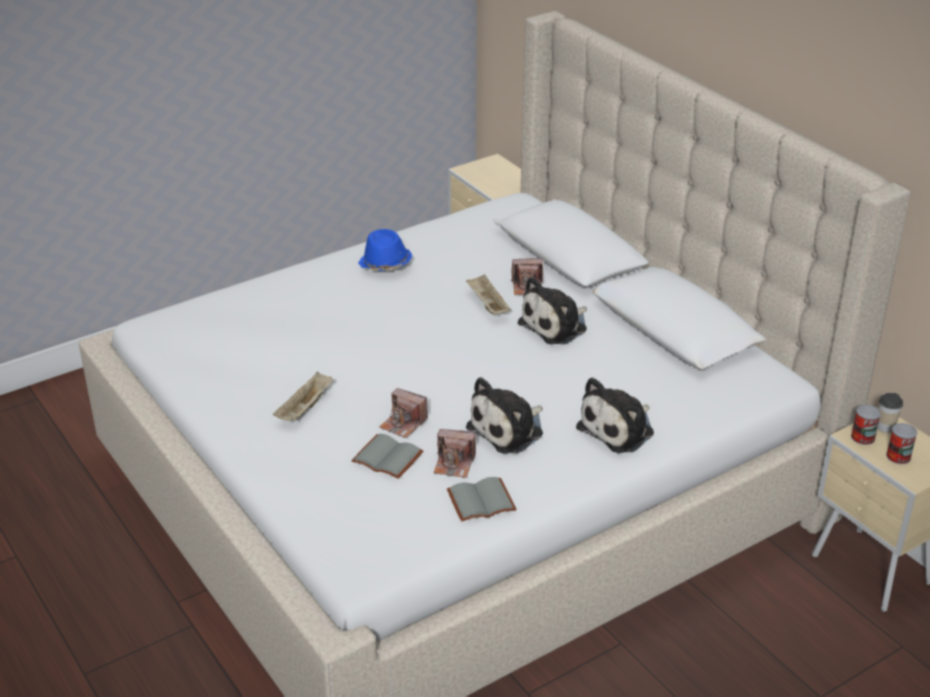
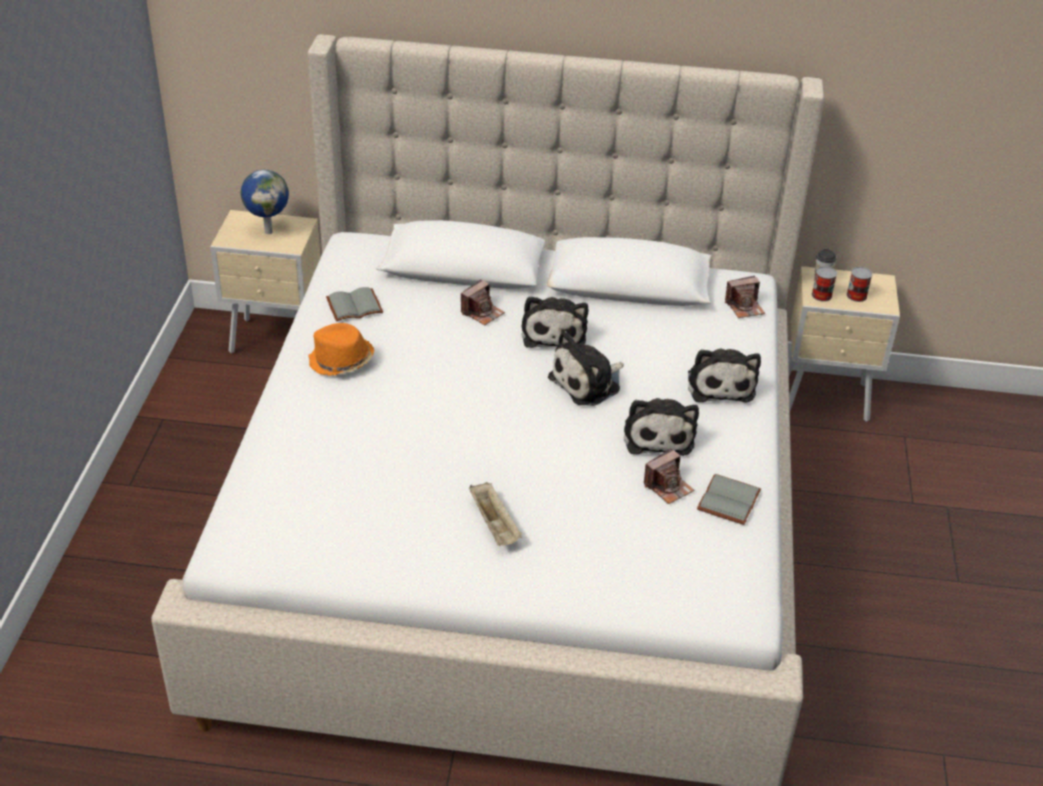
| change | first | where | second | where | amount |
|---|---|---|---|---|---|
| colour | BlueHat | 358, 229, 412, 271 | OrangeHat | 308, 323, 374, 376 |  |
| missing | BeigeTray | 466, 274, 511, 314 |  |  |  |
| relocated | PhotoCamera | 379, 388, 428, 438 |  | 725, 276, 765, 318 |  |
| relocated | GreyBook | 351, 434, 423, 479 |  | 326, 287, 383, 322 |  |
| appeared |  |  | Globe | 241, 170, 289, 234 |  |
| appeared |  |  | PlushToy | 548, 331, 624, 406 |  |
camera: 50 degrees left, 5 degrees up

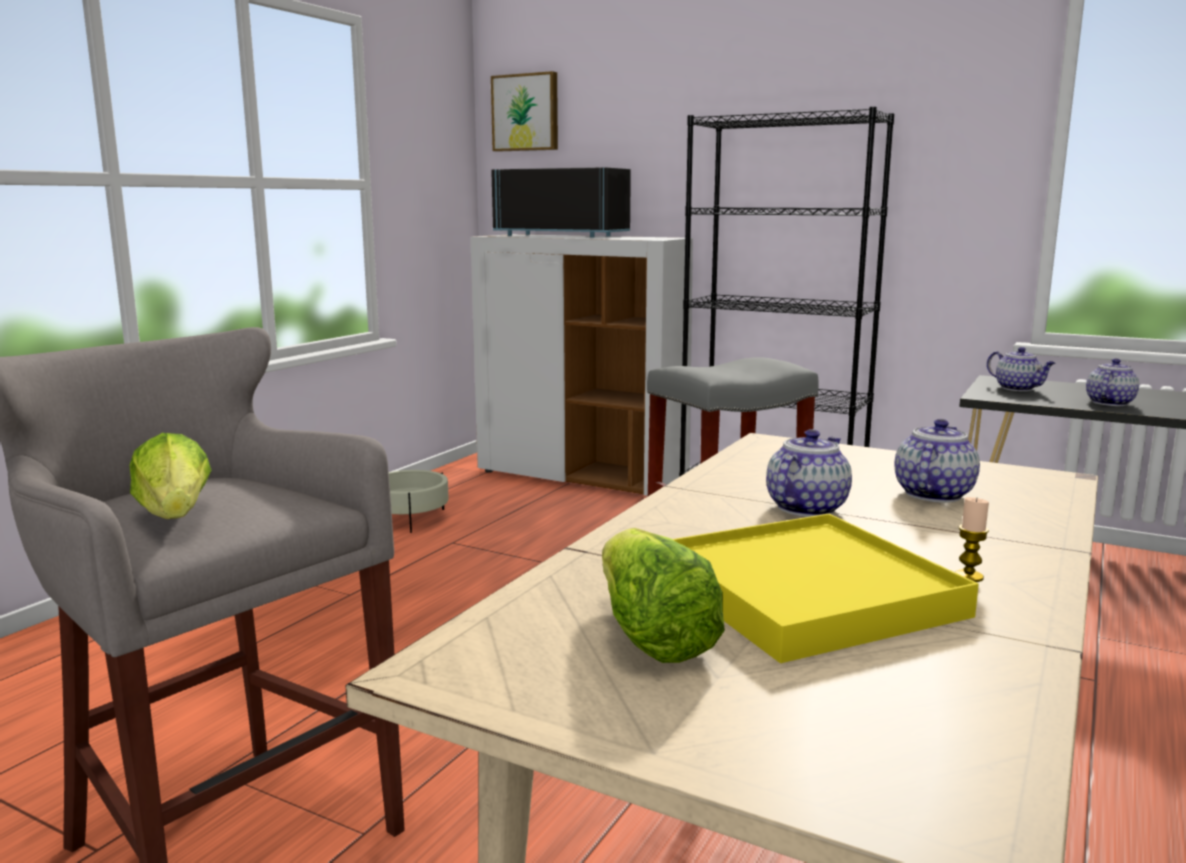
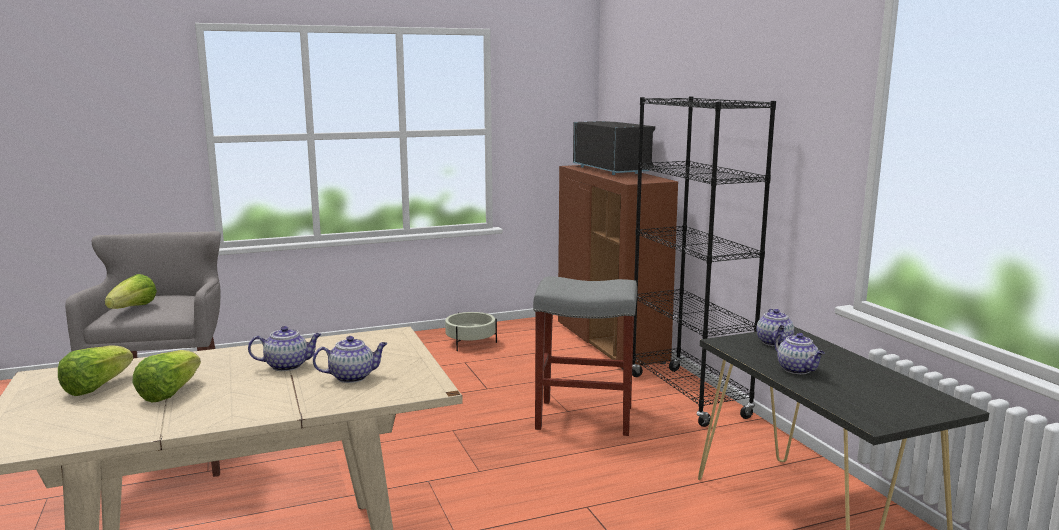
| change | first | where | second | where | amount |
|---|---|---|---|---|---|
| missing | Picture | 491, 71, 558, 152 |  |  |  |
| colour | WhiteCabinet | 470, 234, 693, 496 | BrownCabinet | 558, 165, 678, 369 |  |
| spun | Teapot | 1086, 358, 1139, 406 |  | 775, 333, 825, 374 | 75 degrees clockwise |
| missing | Candle | 955, 497, 989, 582 |  |  |  |
| exchanged | YellowTray | 673, 514, 979, 663 | Lettuce | 133, 350, 201, 402 |  |
camera: 40 degrees right, 0 degrees up

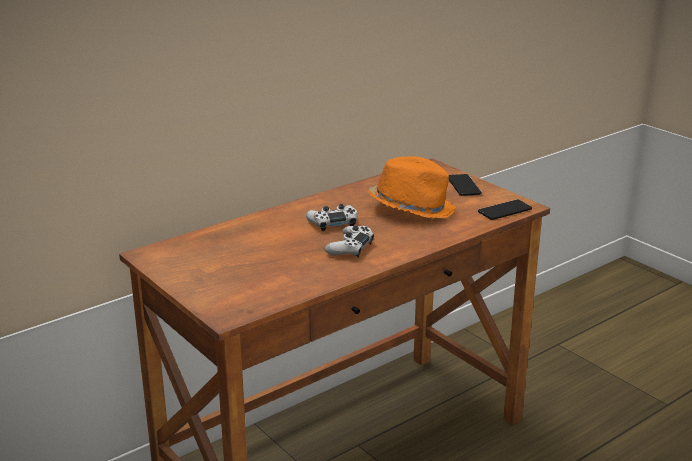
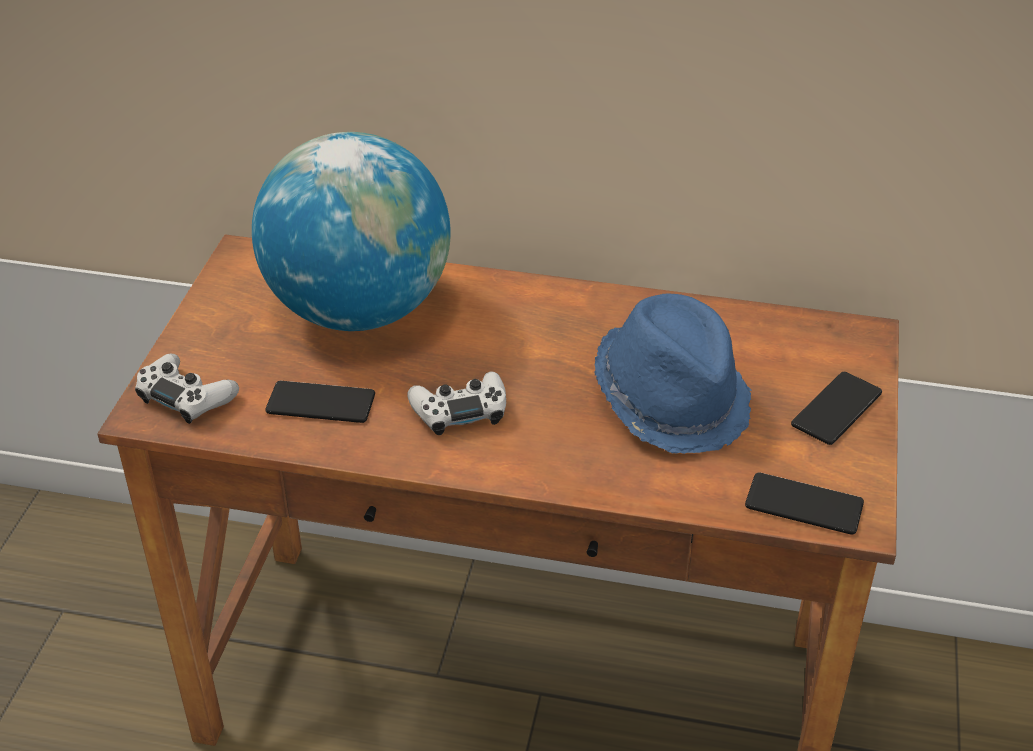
| change | first | where | second | where | amount |
|---|---|---|---|---|---|
| colour | OrangeHat | 368, 156, 456, 219 | BlueHat | 595, 293, 752, 454 |  |
| relocated | WhiteGameController | 306, 204, 357, 231 |  | 135, 354, 239, 424 |  |
| appeared |  |  | Globe | 252, 132, 451, 331 |  |
| appeared |  |  | Phone | 265, 381, 375, 423 |  |
camera: 50 degrees right, 15 degrees up

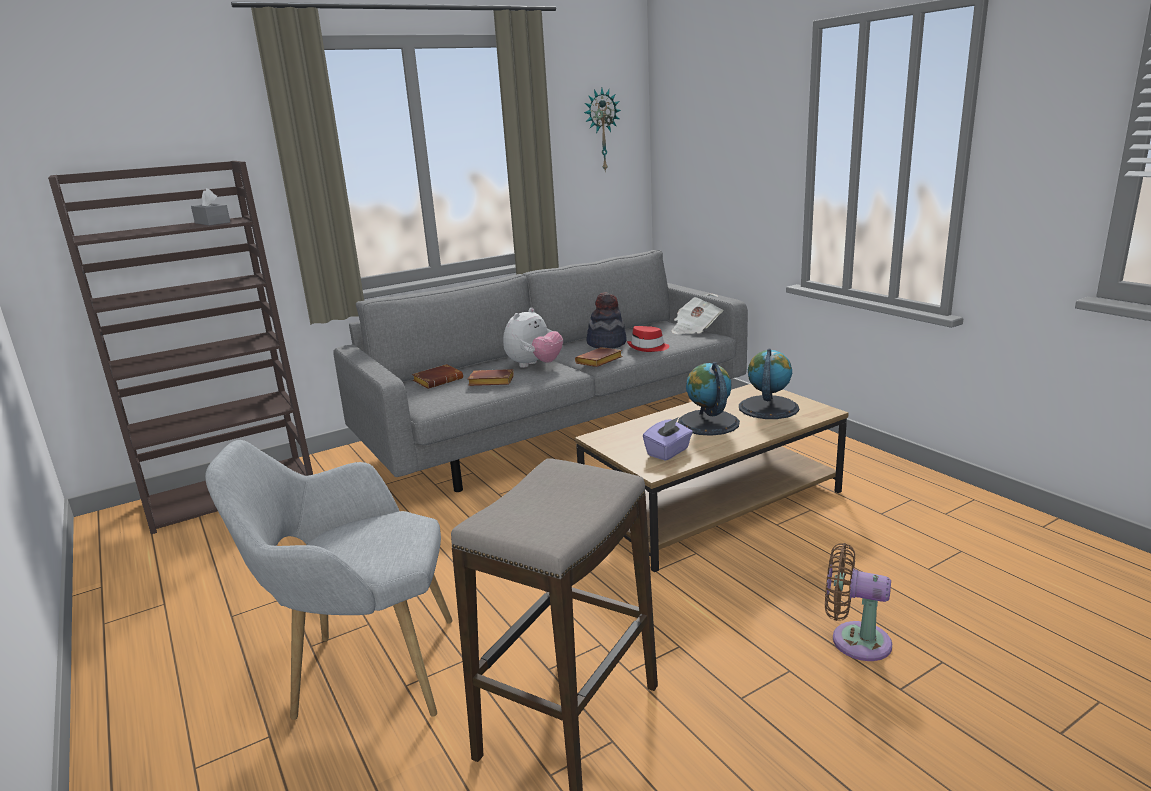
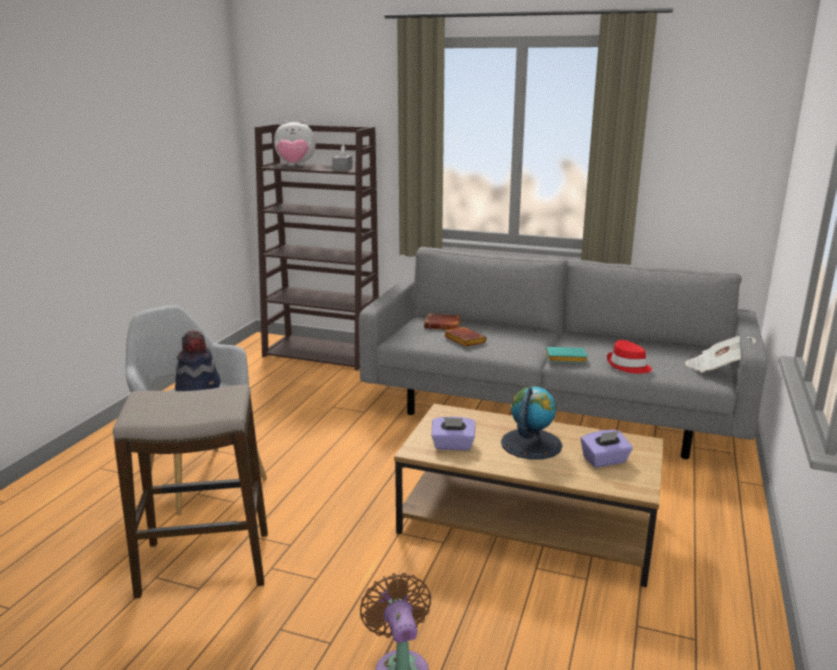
| change | first | where | second | where | amount |
|---|---|---|---|---|---|
| missing | WallClock | 584, 88, 621, 172 |  |  |  |
| relocated | Hat | 586, 292, 627, 349 |  | 175, 330, 220, 391 |  |
| relocated | PlushToy | 503, 308, 563, 368 |  | 274, 120, 316, 166 |  |
| colour | BrownBook | 575, 347, 623, 367 | TurquoiseBook | 546, 347, 588, 363 |  |
| exchanged | Globe | 739, 349, 799, 419 | PurpleTissueBox | 581, 430, 633, 468 |  |
camera: 50 degrees right, 0 degrees up

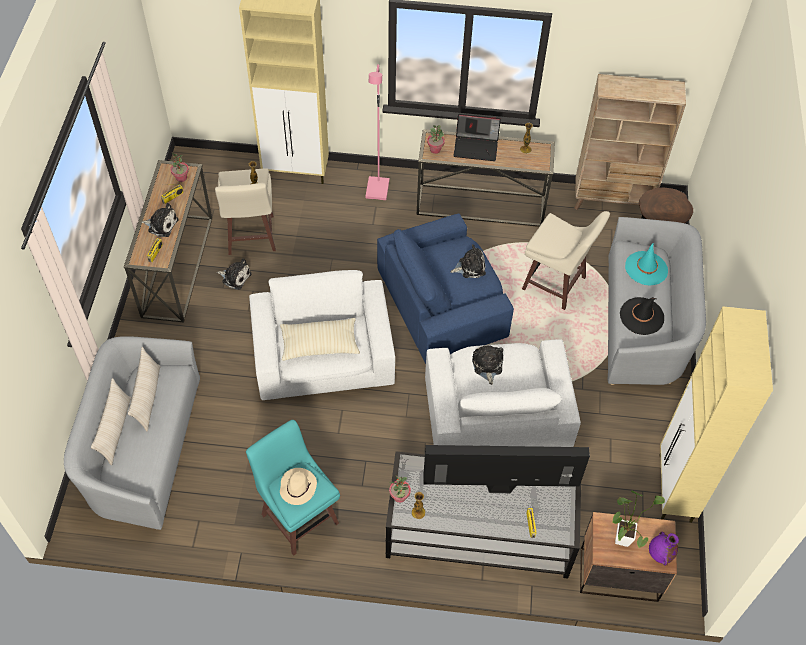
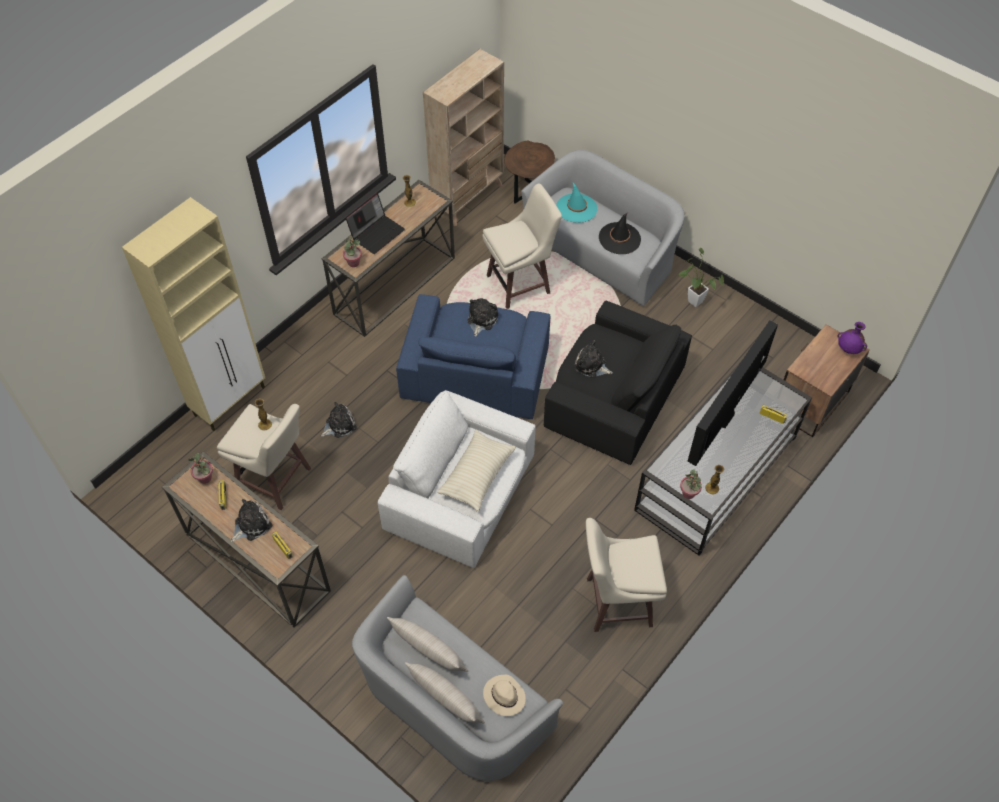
| change | first | where | second | where | amount |
|---|---|---|---|---|---|
| missing | PinkFloorLamp | 365, 64, 390, 200 |  |  |  |
| relocated | PlushToy | 217, 258, 252, 290 |  | 321, 402, 357, 438 |  |
| missing | BeigeCabinet | 660, 306, 773, 523 |  |  |  |
| colour | WhiteArmchair | 425, 339, 581, 447 | BlackArmchair | 544, 300, 692, 465 |  |
| colour | TurquoiseStool | 246, 420, 340, 556 | BeigeStool | 586, 518, 667, 632 |  |
| relocated | BeigeHat | 280, 468, 317, 505 |  | 483, 675, 526, 716 |  |
| relocated | PottedPlant | 612, 491, 665, 548 |  | 678, 248, 724, 307 |  |
camera: 55 degrees left, 0 degrees up

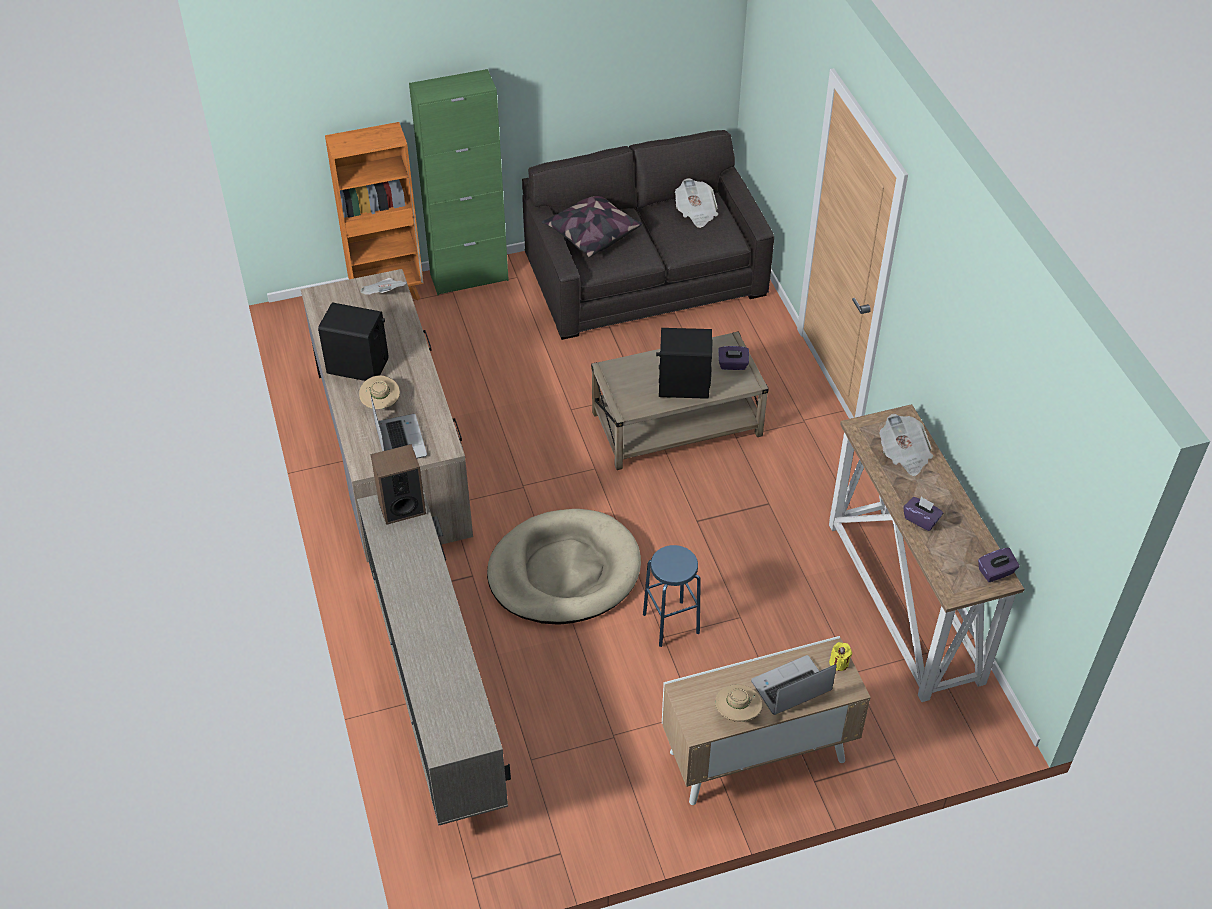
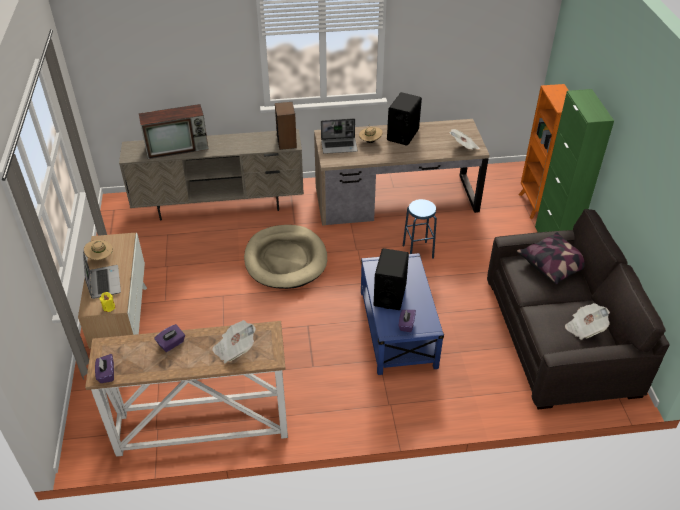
| change | first | where | second | where | amount |
|---|---|---|---|---|---|
| colour | BeigeCoffeeTable | 591, 332, 769, 470 | BlueCoffeeTable | 361, 253, 444, 375 |  |
| relocated | BlueStool | 643, 545, 701, 647 |  | 403, 199, 437, 259 |  |
| appeared |  |  | Television | 139, 104, 209, 159 |  |
camera: 100 degrees right, 5 degrees down

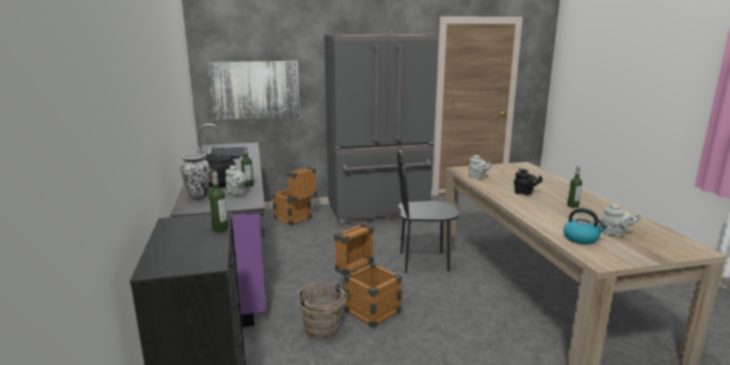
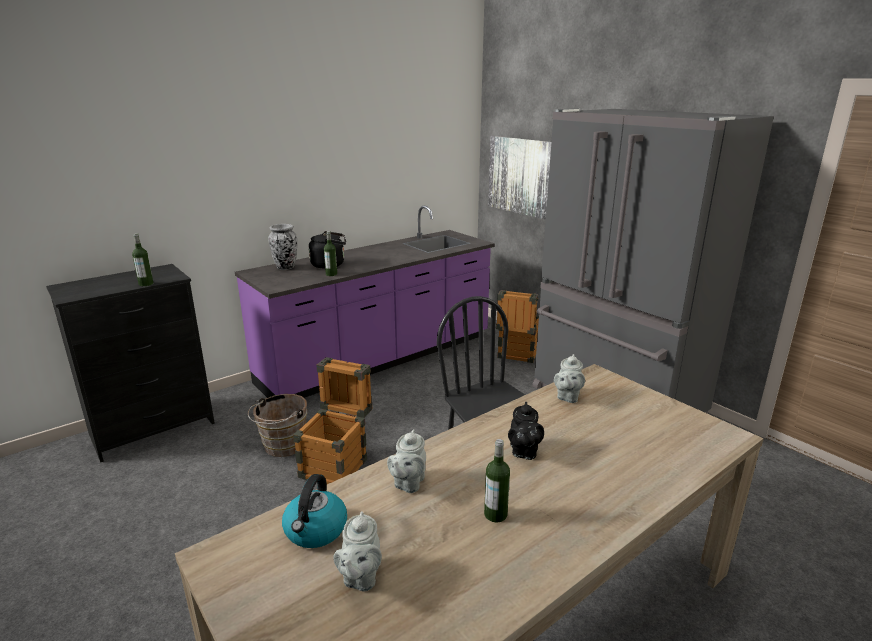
| change | first | where | second | where | amount |
|---|---|---|---|---|---|
| relocated | GreyTeapot | 225, 165, 247, 195 |  | 387, 430, 426, 493 |  |
camera: 65 degrees right, 5 degrees up

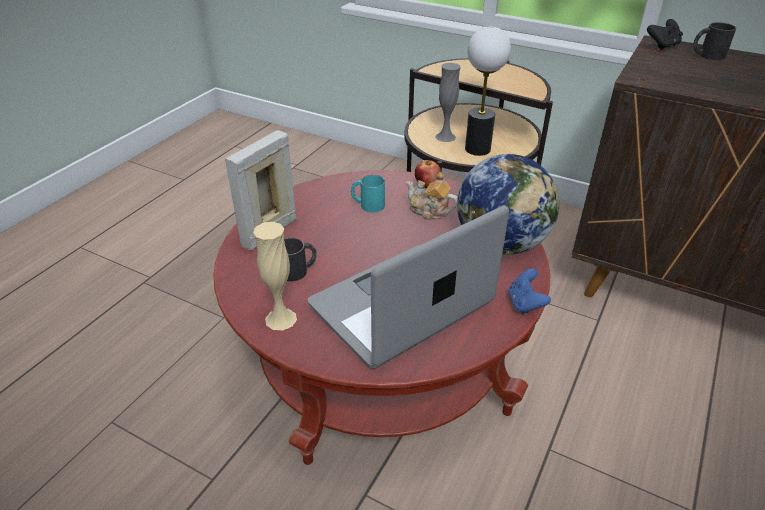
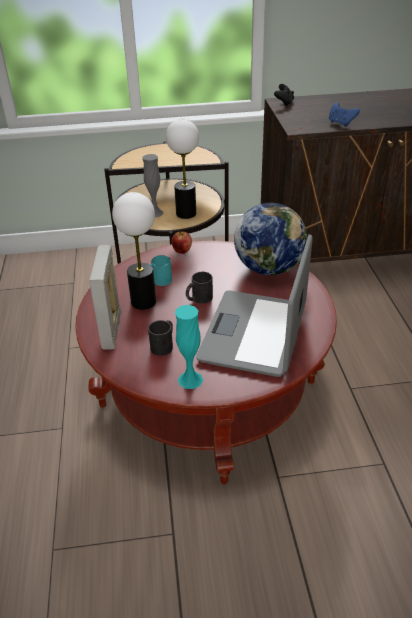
| change | first | where | second | where | amount |
|---|---|---|---|---|---|
| relocated | BlackMug | 693, 22, 736, 60 |  | 186, 272, 213, 304 |  |
| missing | Teapot | 406, 172, 457, 220 |  |  |  |
| colour | BeigeVase | 253, 222, 297, 330 | TurquoiseVase | 175, 305, 203, 389 |  |
| relocated | BlueGameController | 508, 268, 551, 314 |  | 329, 102, 360, 127 |  |
| appeared |  |  | TableLamp | 112, 192, 156, 310 |  |
camera: 35 degrees left, 0 degrees up

